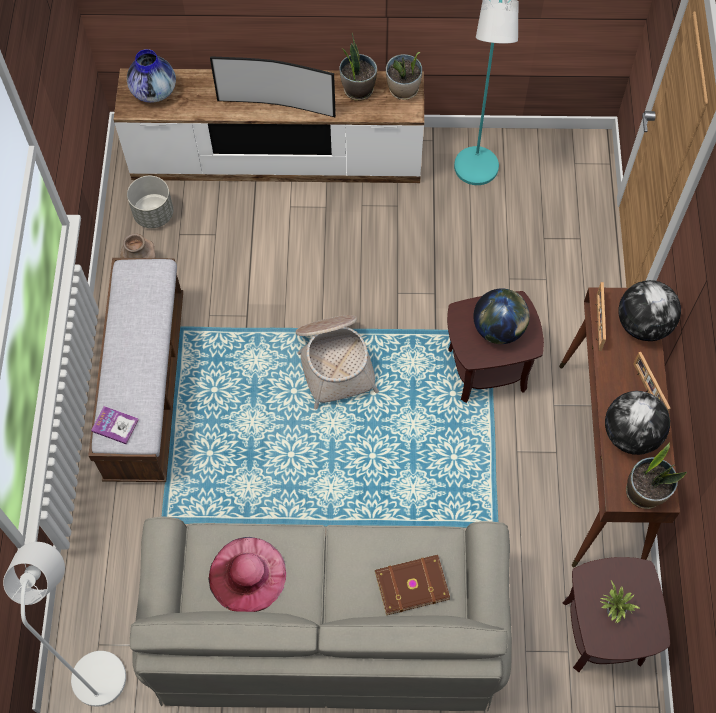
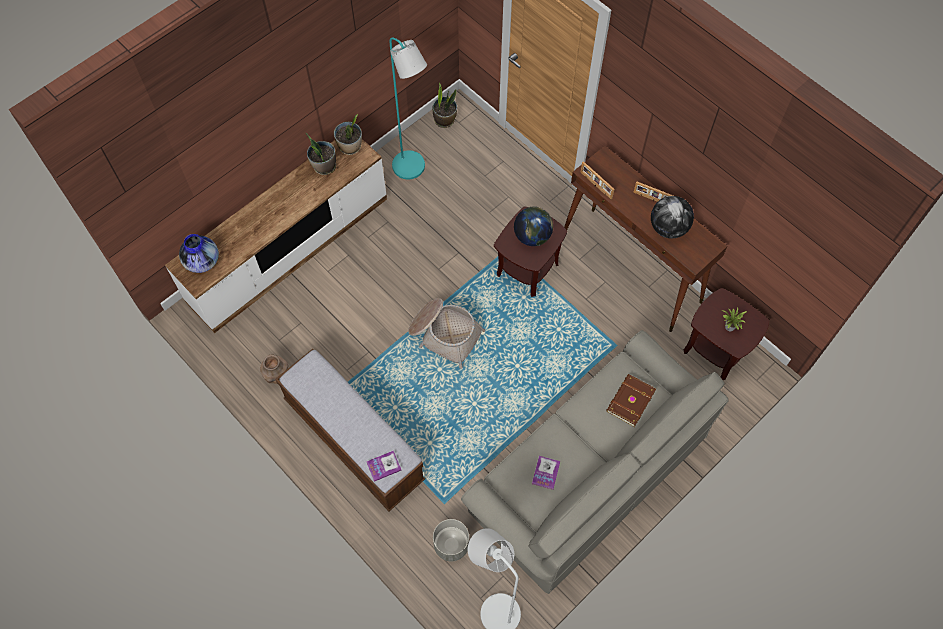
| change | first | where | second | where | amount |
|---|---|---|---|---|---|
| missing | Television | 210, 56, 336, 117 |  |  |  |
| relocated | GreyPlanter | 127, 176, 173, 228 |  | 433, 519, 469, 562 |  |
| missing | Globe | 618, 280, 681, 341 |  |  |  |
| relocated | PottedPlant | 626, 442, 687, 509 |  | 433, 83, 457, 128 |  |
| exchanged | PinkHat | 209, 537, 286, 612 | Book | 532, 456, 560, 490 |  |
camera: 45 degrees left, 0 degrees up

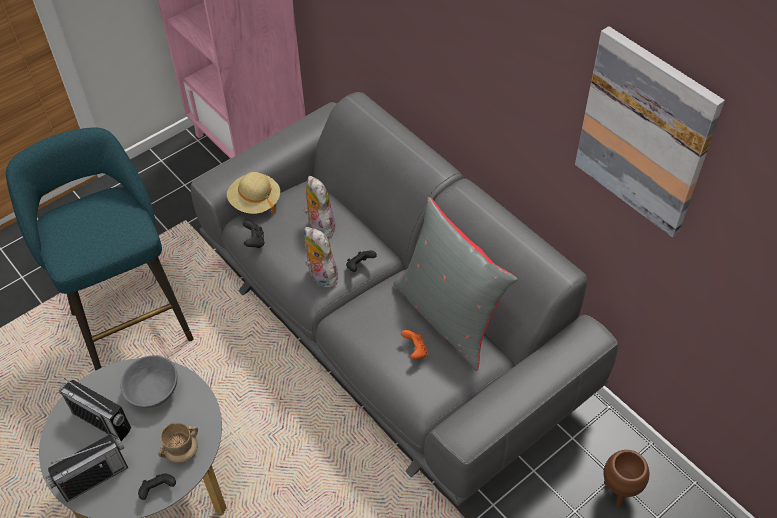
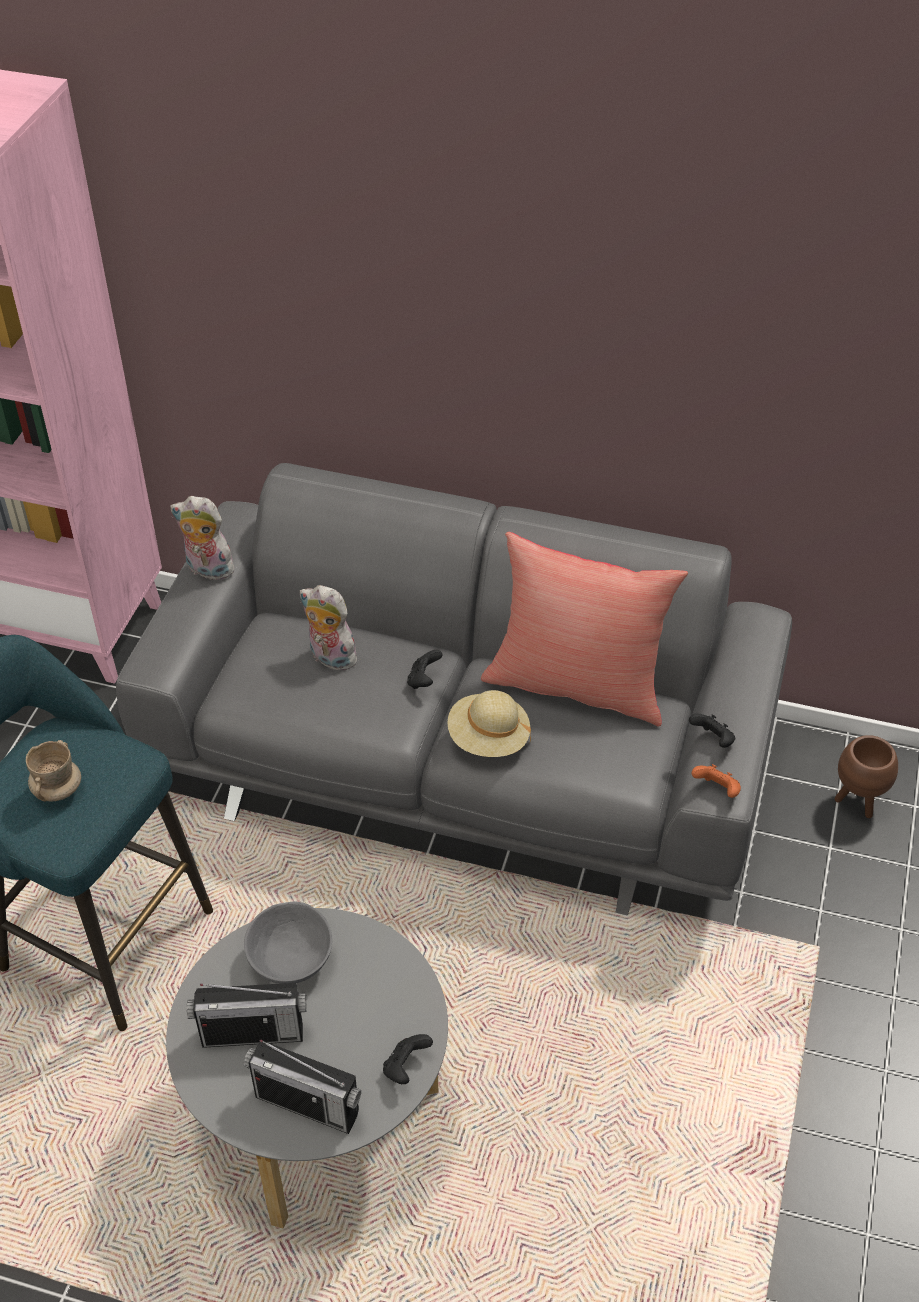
| change | first | where | second | where | amount |
|---|---|---|---|---|---|
| missing | Picture | 575, 26, 725, 237 |  |  |  |
| relocated | BeigeHat | 227, 172, 280, 215 |  | 447, 690, 531, 757 |  |
| colour | GreyPillow | 393, 197, 518, 371 | RedPillow | 481, 532, 688, 727 |  |
| relocated | BlackGameController | 243, 221, 265, 248 |  | 689, 713, 735, 748 |  |
| relocated | PlushToy | 304, 227, 338, 288 |  | 170, 496, 240, 583 |  |
| relocated | OrangeGameController | 401, 330, 428, 359 |  | 692, 764, 741, 798 |  |
| relocated | BeigeMug | 158, 423, 198, 463 |  | 26, 740, 81, 802 |  |
| spun | Radio | 46, 434, 128, 502 |  | 243, 1039, 361, 1134 | 90 degrees clockwise |
camera: 35 degrees left, 5 degrees down

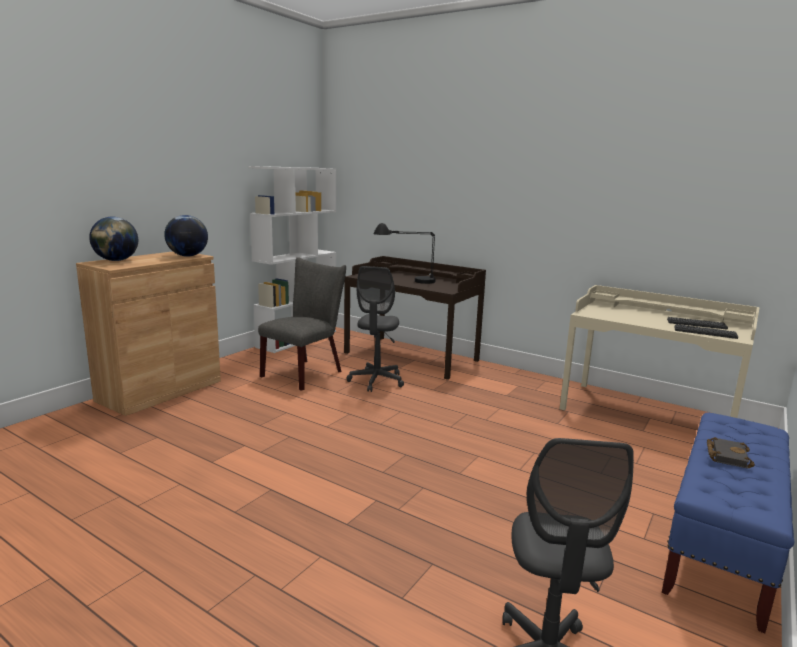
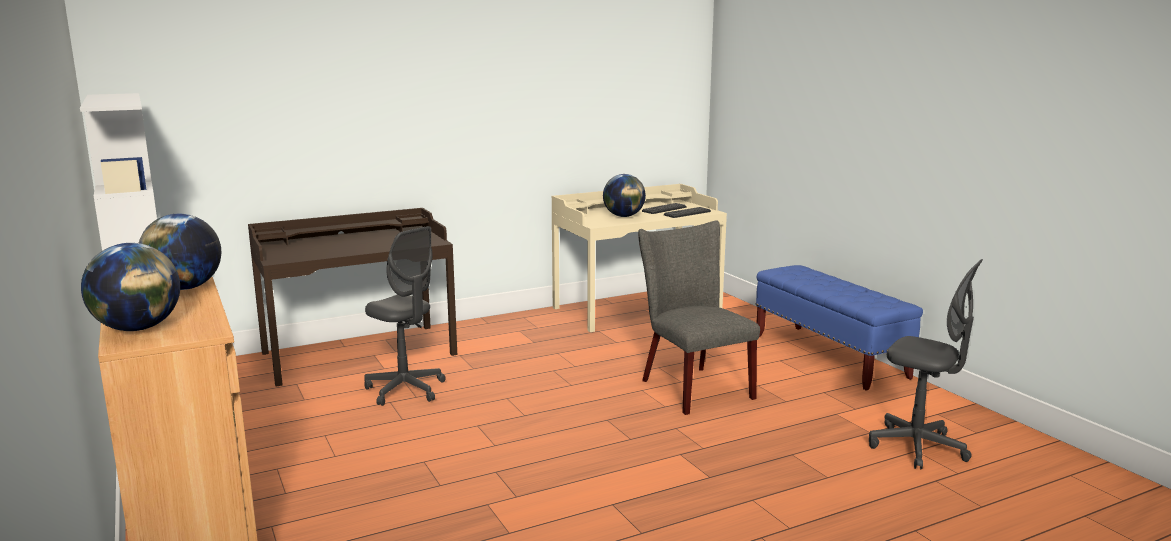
| change | first | where | second | where | amount |
|---|---|---|---|---|---|
| missing | BlackTableLamp | 373, 223, 435, 284 |  |  |  |
| relocated | GreyChair | 258, 257, 346, 391 |  | 638, 221, 760, 415 |  |
| missing | BlackBook | 707, 437, 755, 469 |  |  |  |
| appeared |  |  | Globe | 603, 174, 646, 217 |  |
camera: 60 degrees left, 0 degrees up

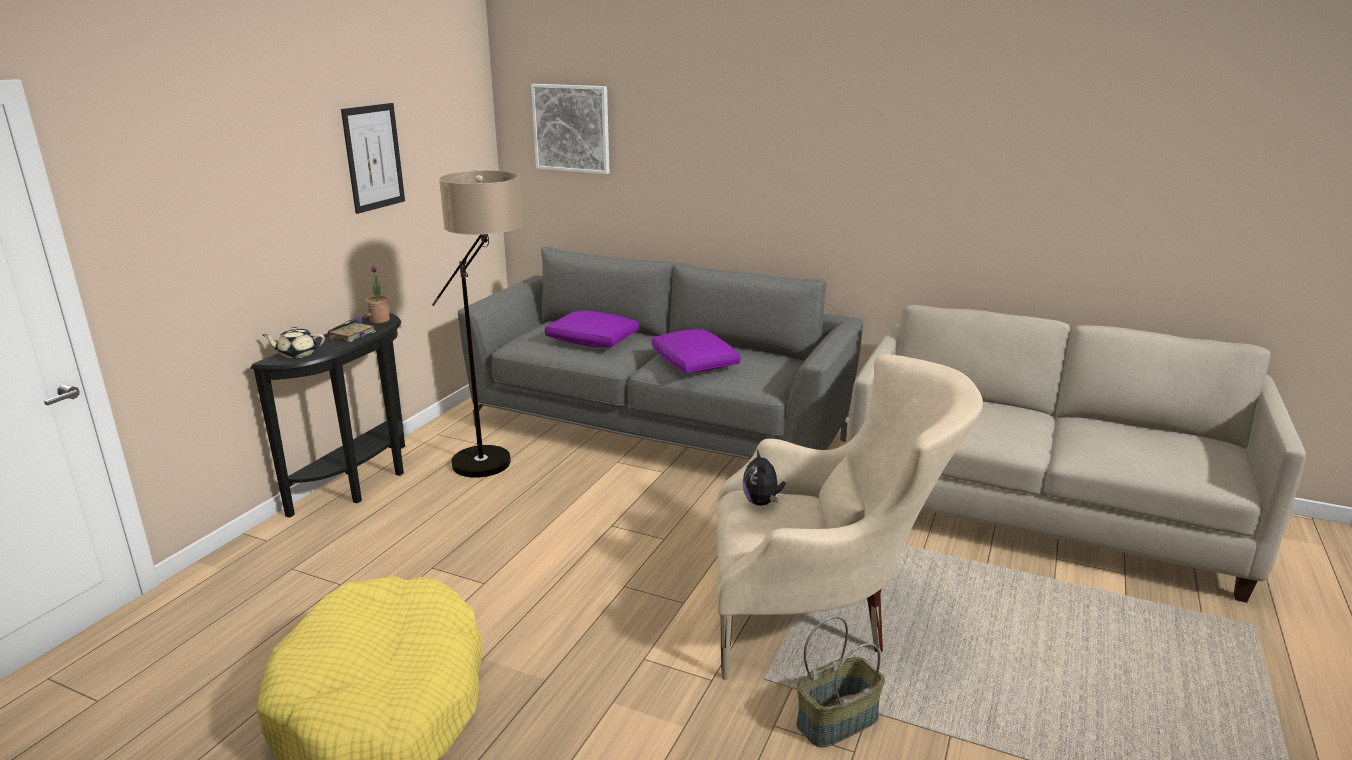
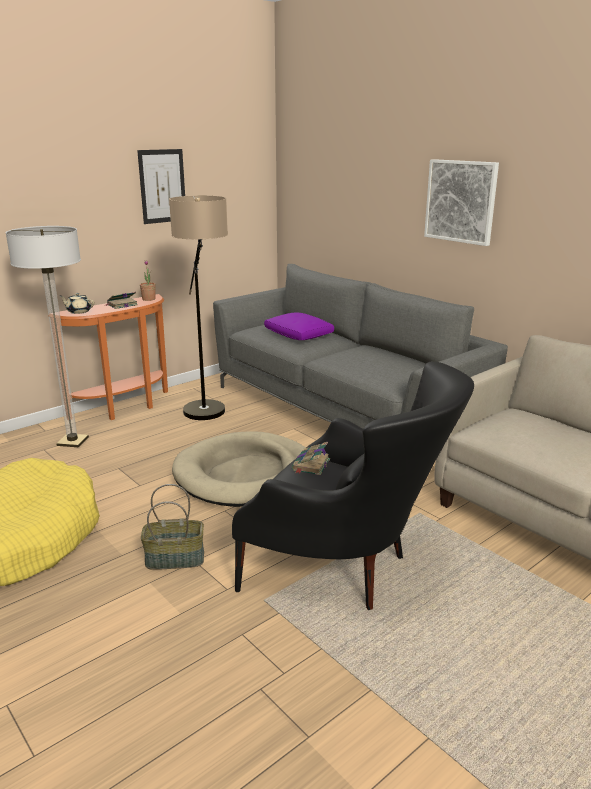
| change | first | where | second | where | amount |
|---|---|---|---|---|---|
| relocated | Picture | 531, 84, 610, 174 |  | 424, 159, 499, 246 |  |
| colour | BlackConsoleTable | 251, 312, 405, 517 | OrangeConsoleTable | 48, 294, 168, 420 |  |
| missing | PurplePillow | 652, 329, 741, 373 |  |  |  |
| colour | BeigeArmchair | 716, 355, 983, 680 | BlackArmchair | 232, 361, 474, 610 |  |
| exchanged | PlushToy | 743, 449, 786, 506 | Book | 292, 442, 330, 475 |  |
| relocated | Basket | 796, 616, 885, 748 |  | 141, 484, 204, 570 |  |
| appeared |  |  | FloorLamp | 5, 226, 89, 447 |  |
| appeared |  |  | BeigeDogBed | 172, 431, 306, 507 |  |
camera: 25 degrees right, 0 degrees up

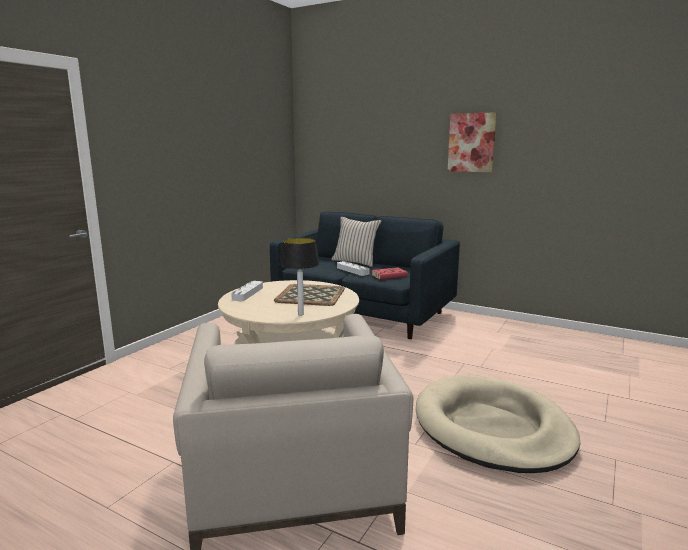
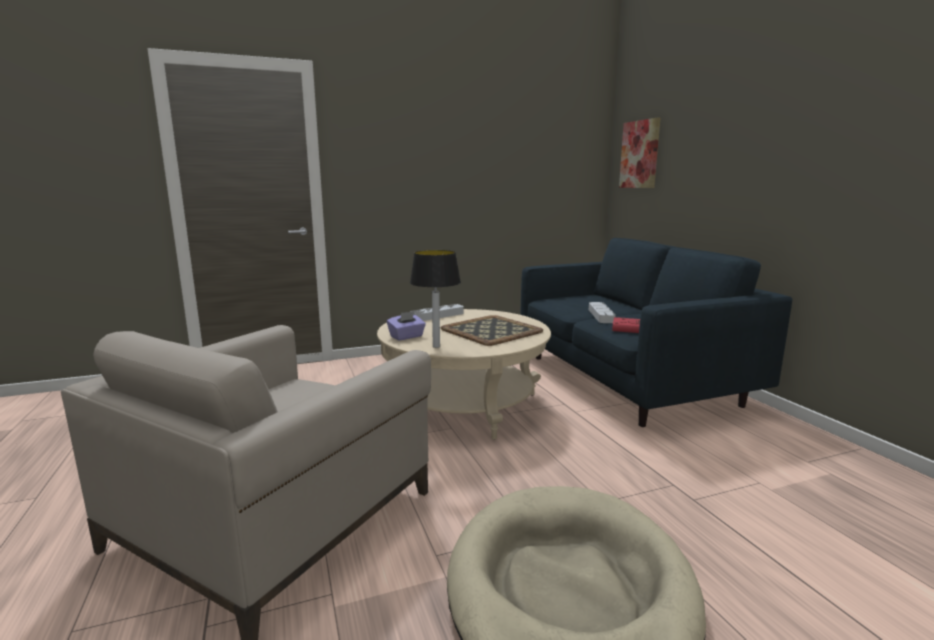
| change | first | where | second | where | amount |
|---|---|---|---|---|---|
| relocated | Picture | 448, 112, 497, 172 |  | 619, 118, 660, 188 |  |
| missing | BeigePillow | 331, 217, 382, 267 |  |  |  |
| appeared |  |  | PurpleTissueBox | 387, 311, 426, 340 |  |
camera: 40 degrees right, 0 degrees up

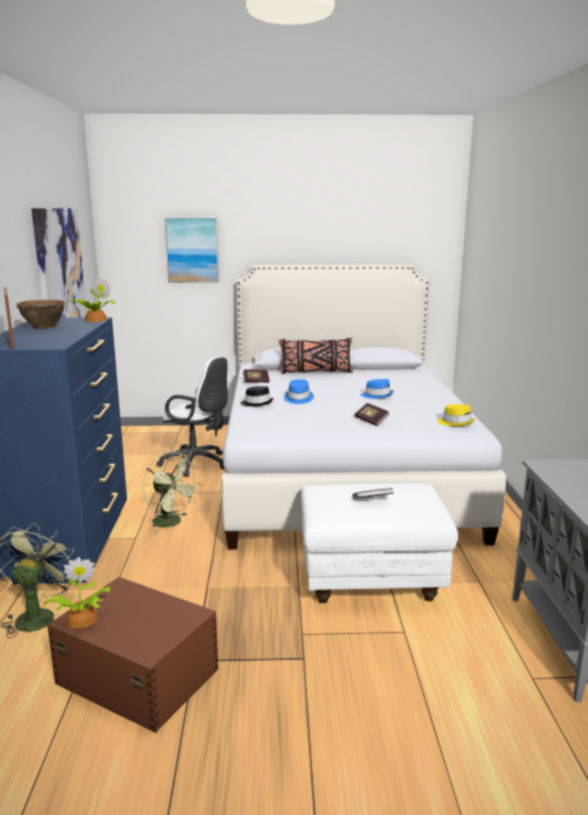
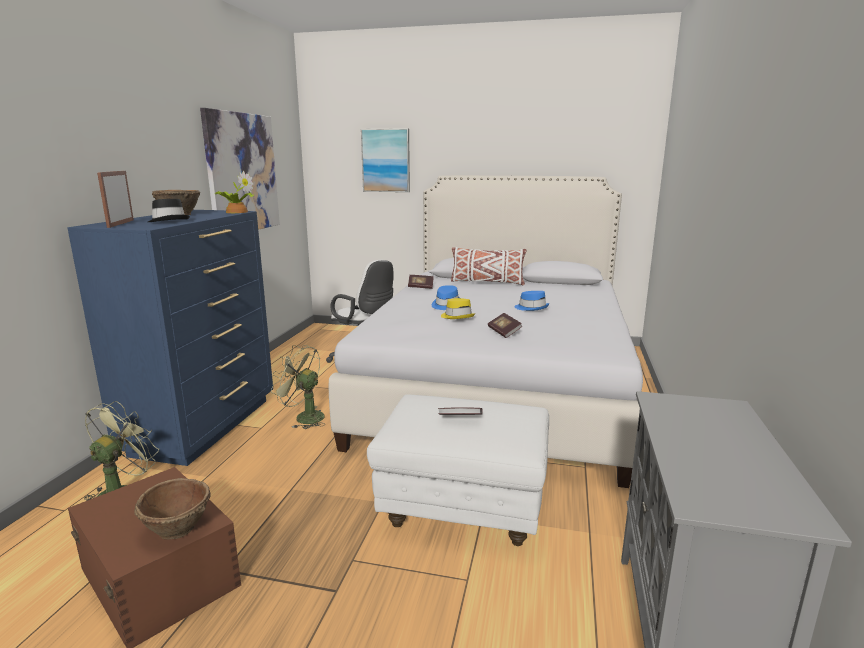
| change | first | where | second | where | amount |
|---|---|---|---|---|---|
| colour | BlackPillow | 279, 338, 353, 374 | WhitePillow | 451, 247, 526, 285 |  |
| relocated | BlackHat | 241, 386, 274, 407 |  | 148, 199, 190, 222 |  |
| relocated | YellowHat | 438, 404, 475, 426 |  | 441, 298, 475, 319 |  |
| spun | GreenFan | 143, 452, 201, 533 |  | 271, 345, 325, 429 | 150 degrees clockwise |
| missing | PottedPlant | 43, 557, 110, 628 |  |  |  |
| appeared |  |  | BrownBowl | 134, 478, 211, 539 |  |
camera: 15 degrees right, 0 degrees up

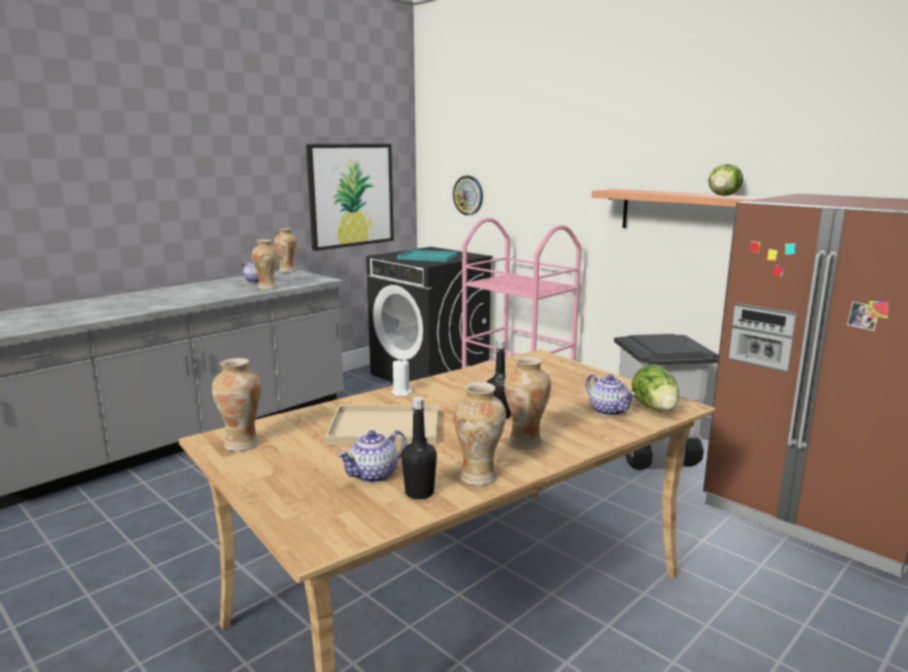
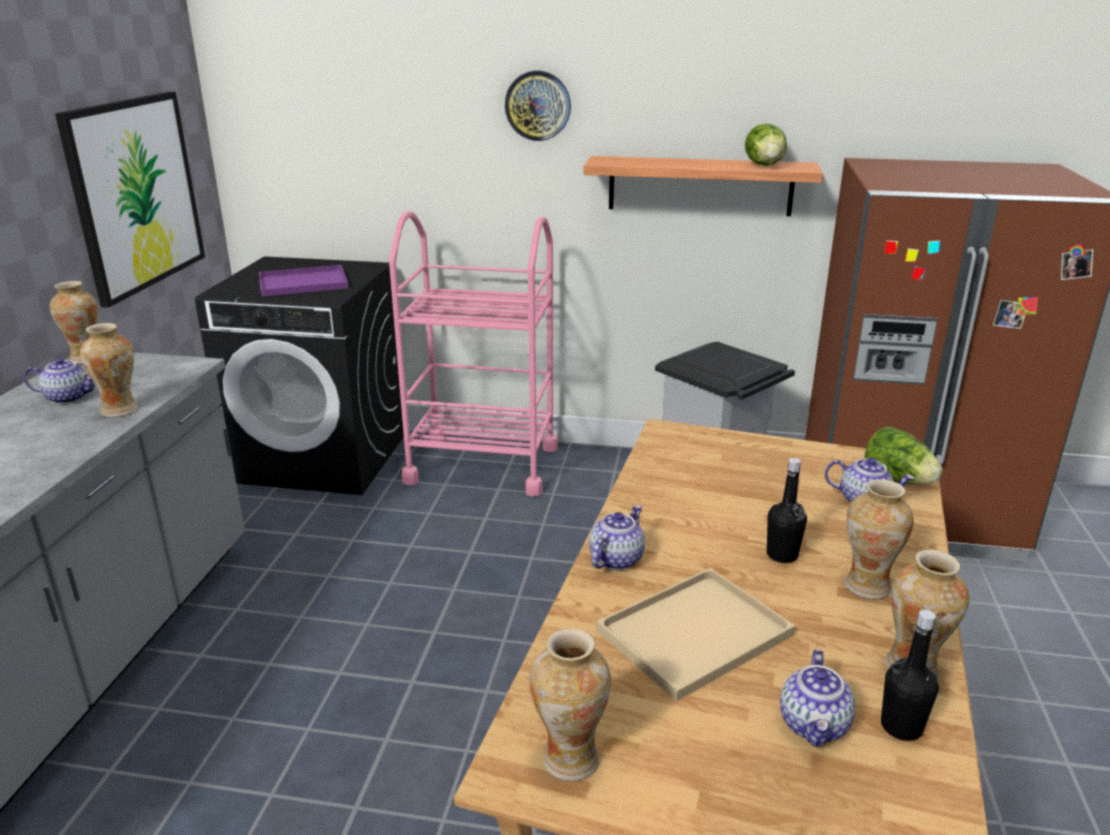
| change | first | where | second | where | amount |
|---|---|---|---|---|---|
| relocated | WallClock | 453, 176, 483, 215 |  | 505, 71, 571, 141 |  |
| colour | TurquoiseTray | 397, 250, 458, 262 | PurpleTray | 259, 265, 349, 297 |  |
| exchanged | WhiteCandle | 391, 359, 412, 396 | Teapot | 589, 505, 645, 570 |  |
camera: 35 degrees left, 10 degrees up

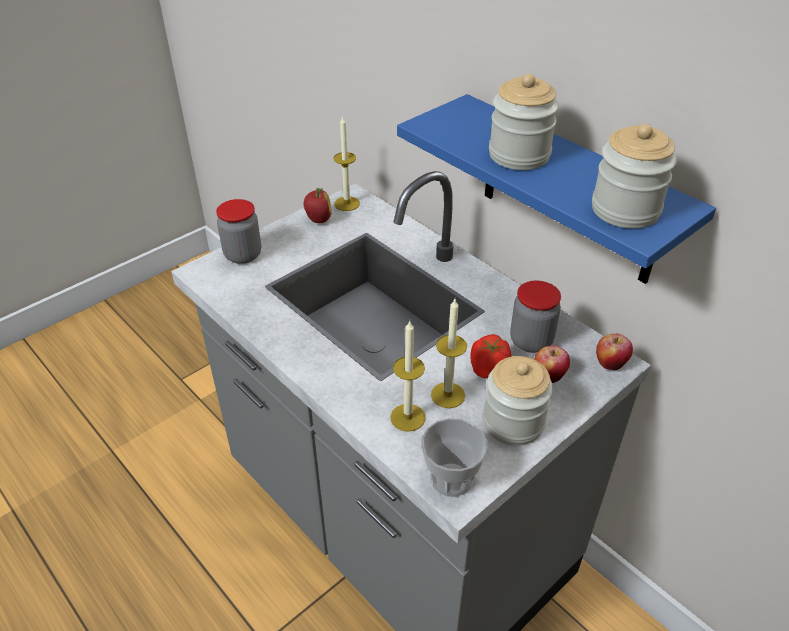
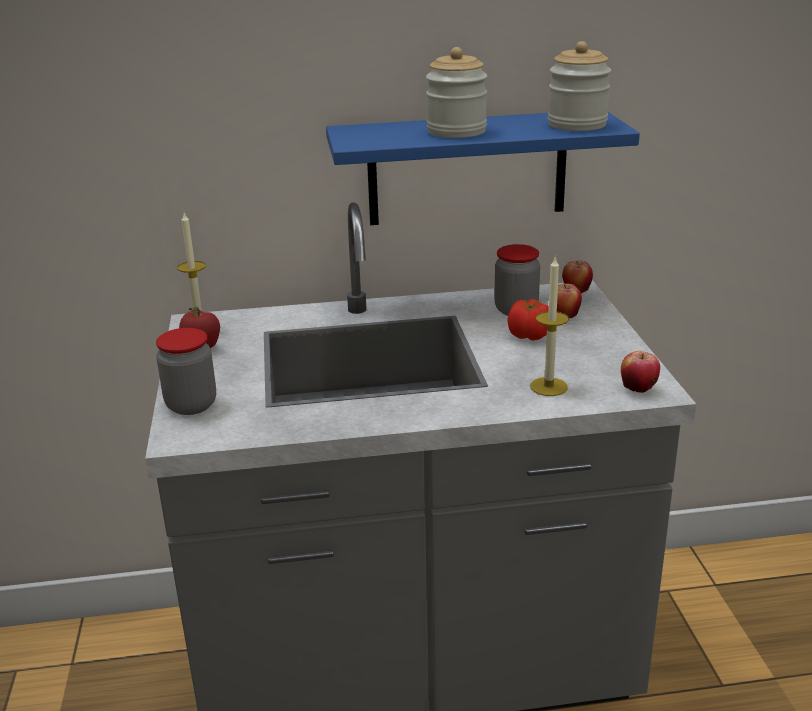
| change | first | where | second | where | amount |
|---|---|---|---|---|---|
| missing | Candle | 431, 299, 467, 408 |  |  |  |
| missing | Jar | 483, 356, 553, 446 |  |  |  |
| exchanged | Cup | 421, 418, 488, 497 | Apple | 621, 351, 660, 393 |  |
camera: 55 degrees left, 15 degrees down

